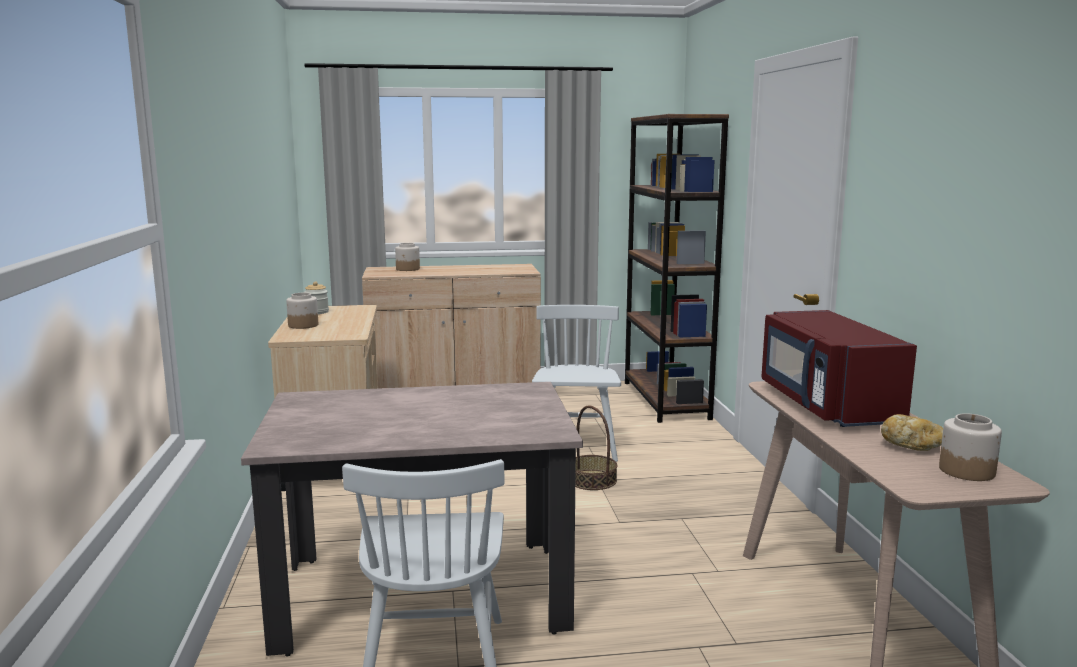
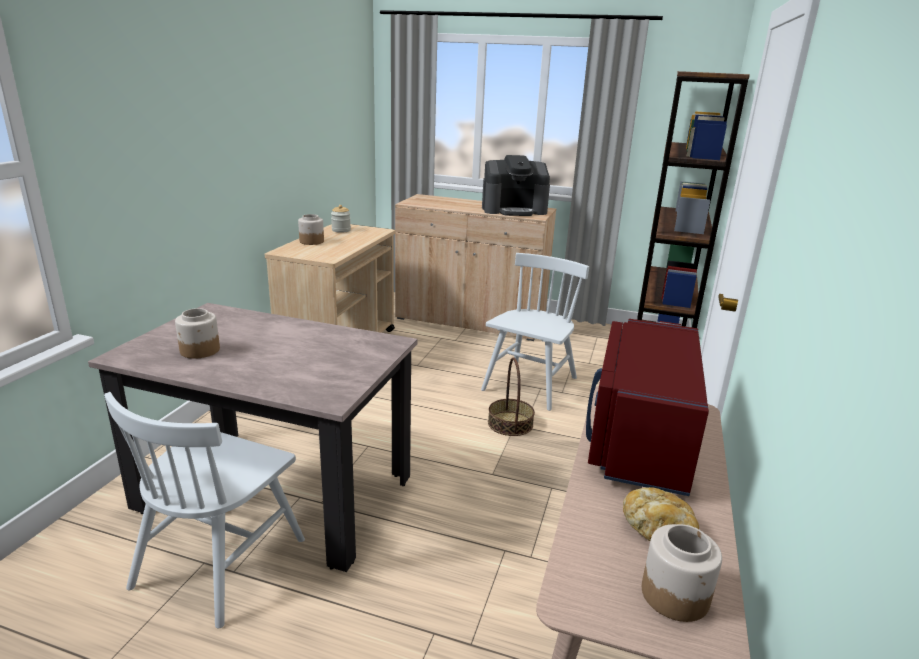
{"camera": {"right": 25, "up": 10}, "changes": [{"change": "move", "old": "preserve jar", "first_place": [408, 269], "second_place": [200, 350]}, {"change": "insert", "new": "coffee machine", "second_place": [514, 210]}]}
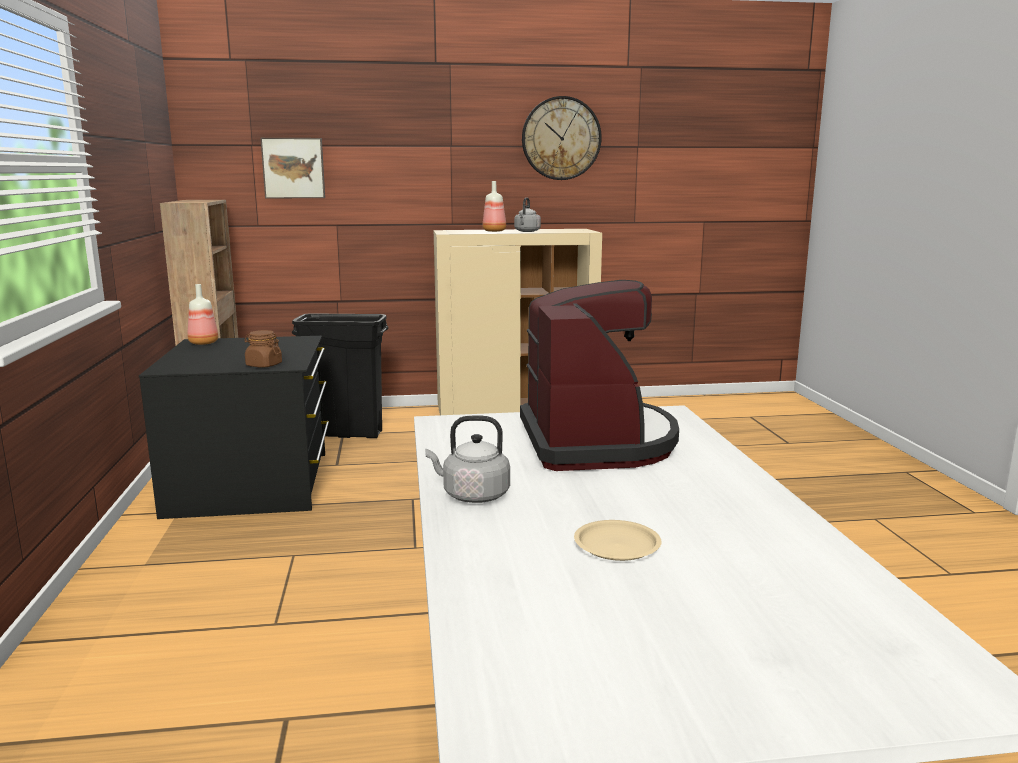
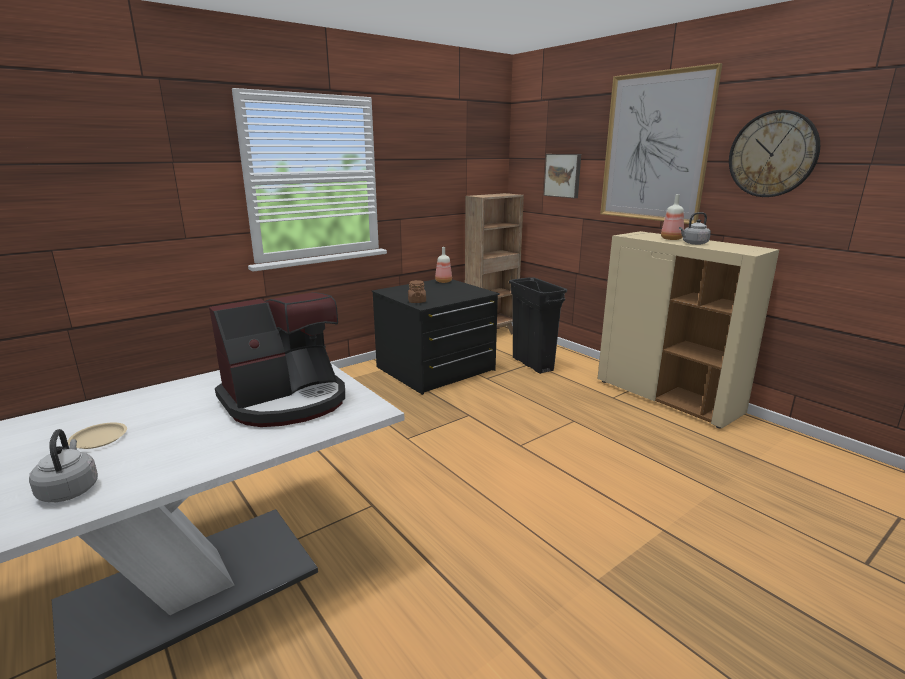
{"camera": {"right": 60, "up": 5}, "changes": [{"change": "move", "old": "grey kettle", "first_place": [472, 495], "second_place": [69, 489]}, {"change": "insert", "new": "wall picture", "second_place": [655, 148]}]}
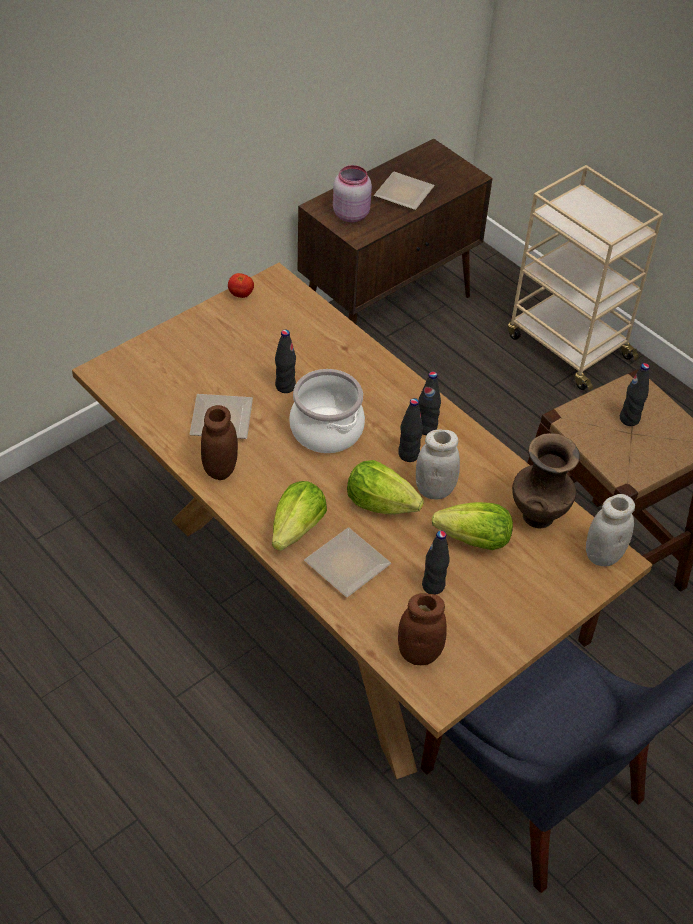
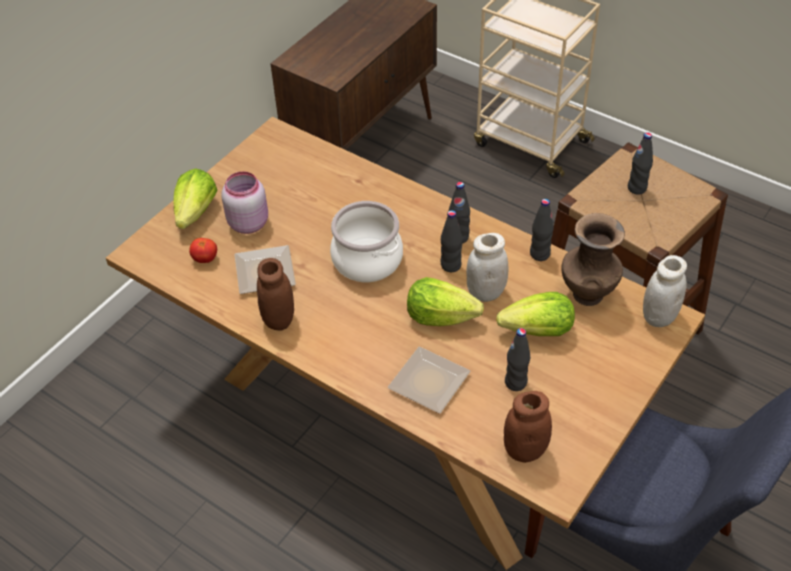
{"camera": {"right": -10, "up": 0}, "changes": [{"change": "move", "old": "pinkish preserve jar", "first_place": [351, 214], "second_place": [248, 222]}, {"change": "delete", "old": "flat dish", "first_place": [401, 194]}, {"change": "move", "old": "whole tomato", "first_place": [241, 294], "second_place": [205, 259]}, {"change": "move", "old": "blackish bottle", "first_place": [285, 386], "second_place": [539, 254]}, {"change": "move", "old": "lettuce", "first_place": [297, 529], "second_place": [196, 212]}]}
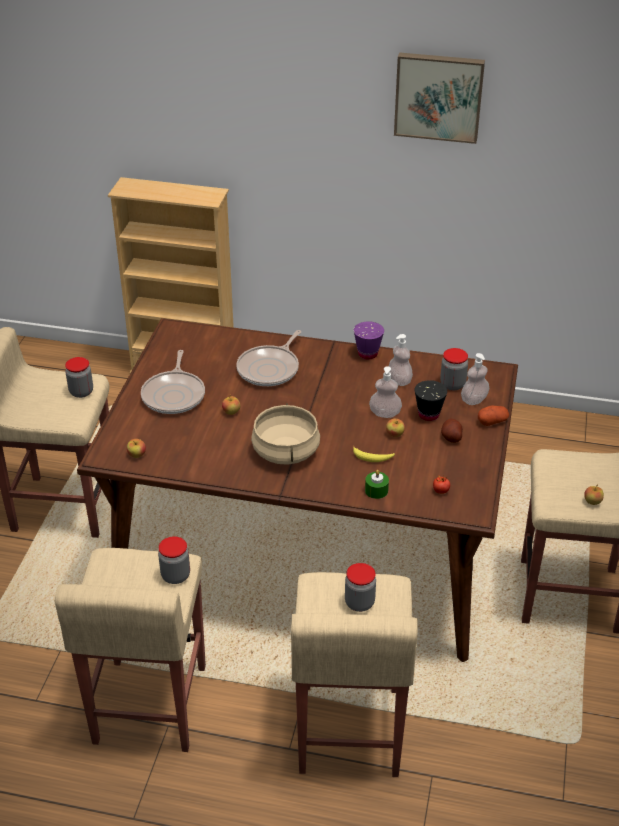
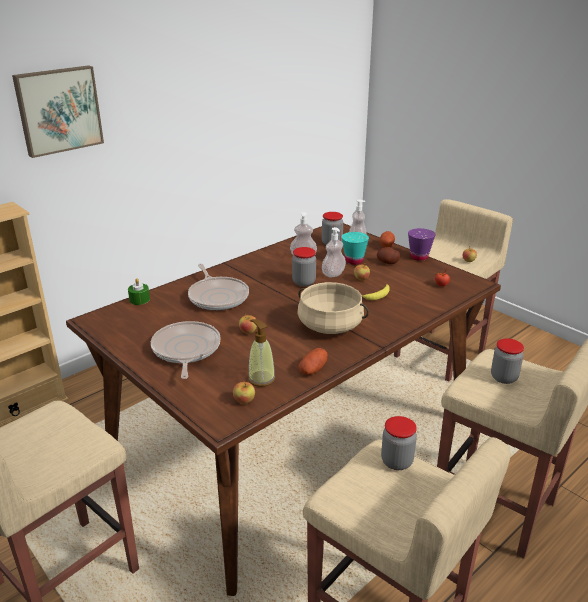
{"camera": {"right": -55, "up": -10}, "changes": [{"change": "move", "old": "wall picture", "first_place": [438, 96], "second_place": [58, 110]}, {"change": "move", "old": "purple-coloured small cup", "first_place": [367, 354], "second_place": [419, 257]}, {"change": "rotate", "old": "skillet", "first_place": [174, 395], "second_place": [186, 350], "degrees": -135}, {"change": "move", "old": "preserve jar", "first_place": [81, 392], "second_place": [304, 282]}, {"change": "recolor", "old": "blackish small cup", "new": "turquoise-coloured small cup", "first_place": [428, 414], "second_place": [354, 261]}, {"change": "move", "old": "green-coloured wax light", "first_place": [376, 490], "second_place": [139, 300]}, {"change": "insert", "new": "soap dispenser", "second_place": [261, 378]}, {"change": "insert", "new": "spud", "second_place": [313, 369]}]}
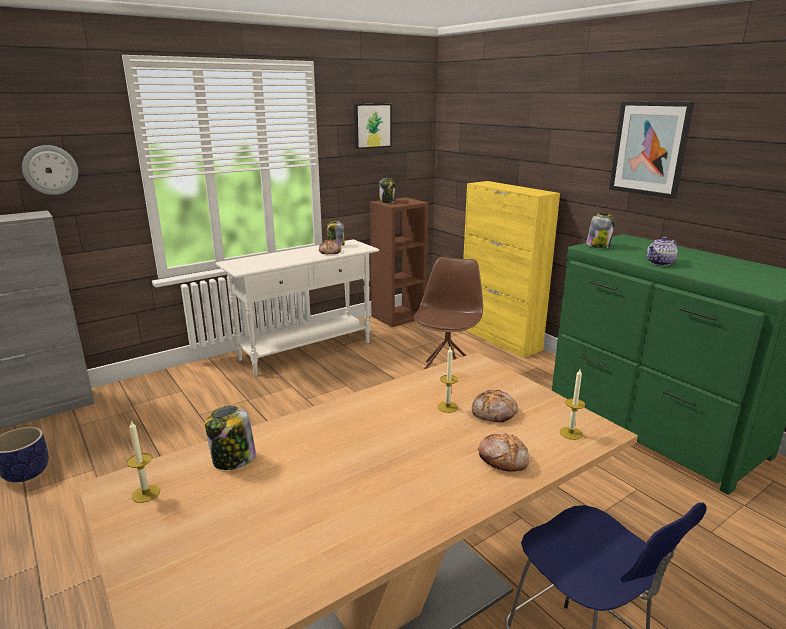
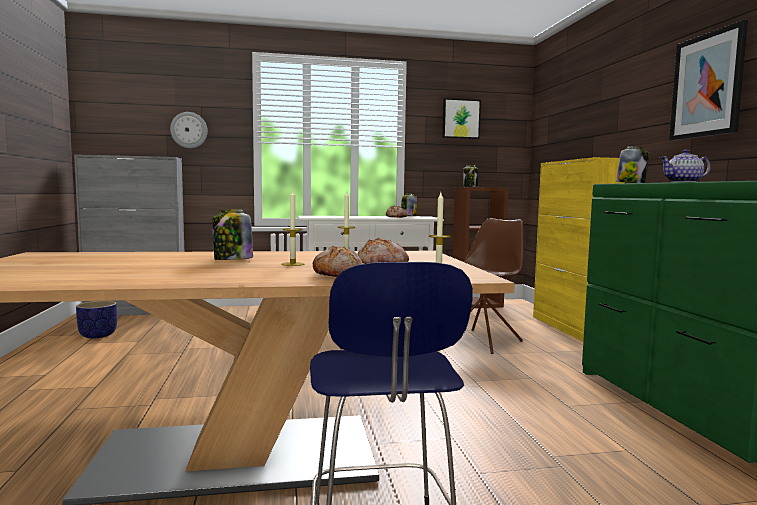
{"camera": {"right": 25, "up": -15}, "changes": [{"change": "move", "old": "preserve jar", "first_place": [233, 460], "second_place": [232, 260]}, {"change": "move", "old": "wax light", "first_place": [146, 493], "second_place": [292, 264]}]}
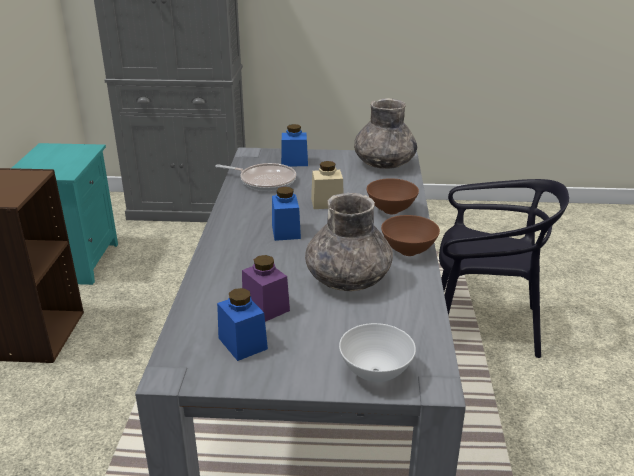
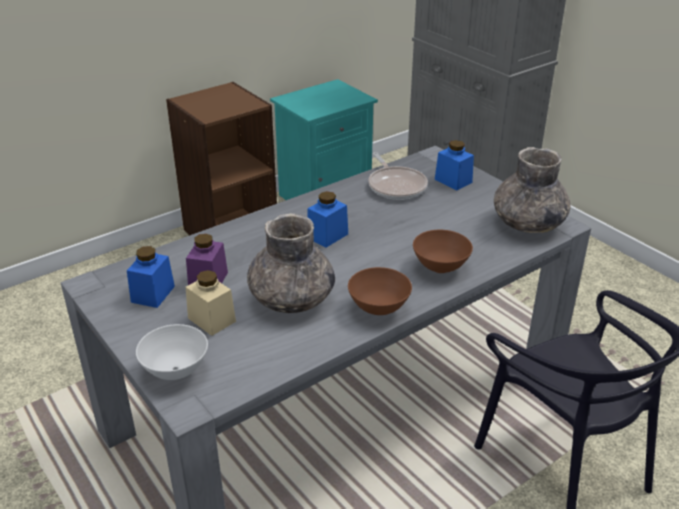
{"camera": {"right": 50, "up": 5}, "changes": [{"change": "move", "old": "beige-coloured preserve jar", "first_place": [327, 203], "second_place": [212, 320]}]}
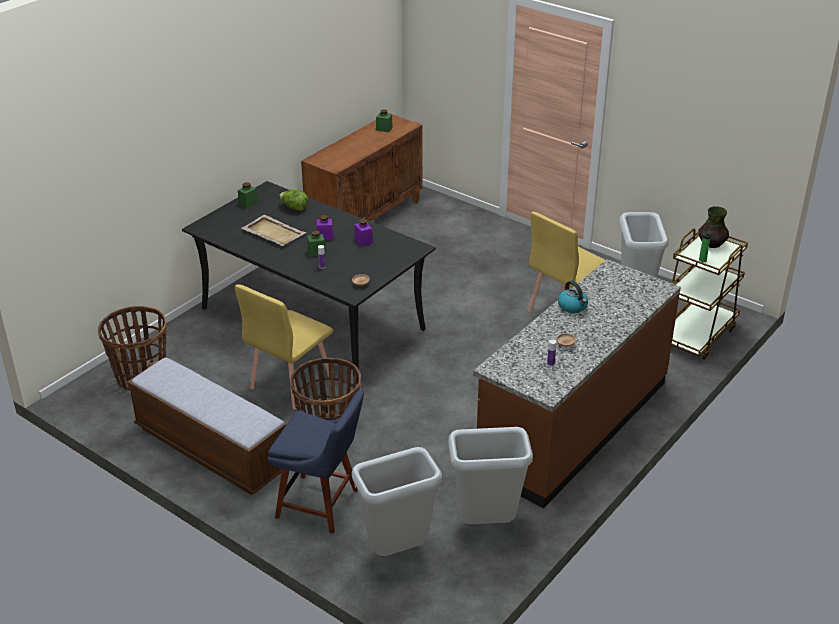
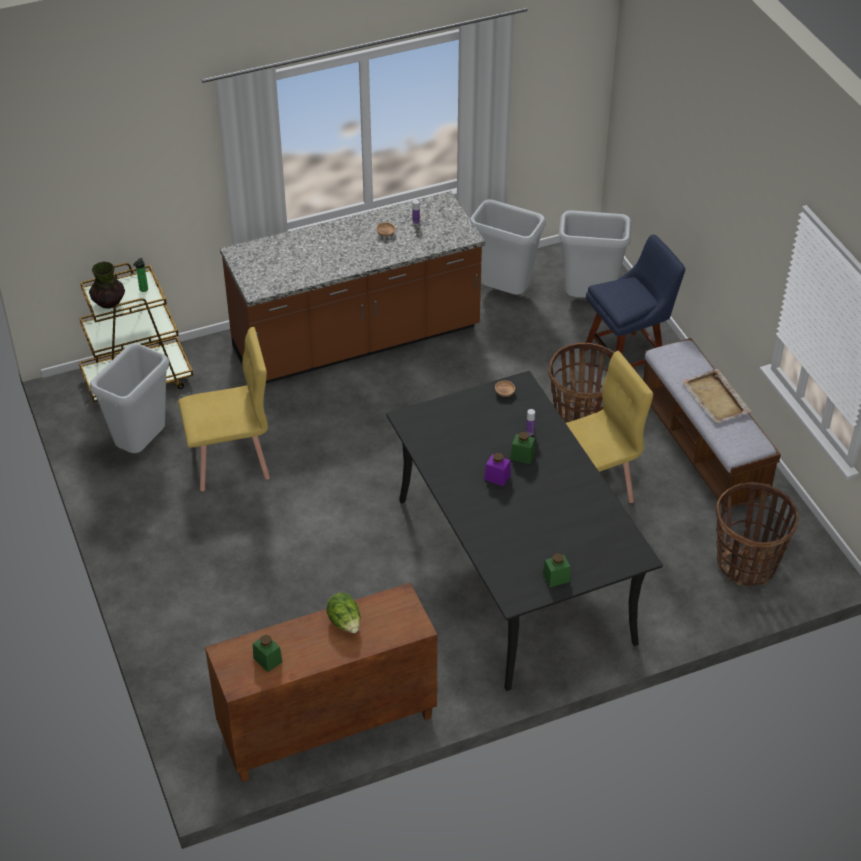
{"camera": {"right": -150, "up": 10}, "changes": [{"change": "move", "old": "lettuce", "first_place": [294, 208], "second_place": [345, 623]}, {"change": "move", "old": "beige-coloured serving tray", "first_place": [273, 232], "second_place": [716, 399]}, {"change": "delete", "old": "purple-coloured preserve jar", "first_place": [363, 241]}, {"change": "delete", "old": "kettle", "first_place": [573, 306]}, {"change": "rotate", "old": "blue-coloured upright chair", "first_place": [321, 505], "second_place": [628, 357], "degrees": 105}]}
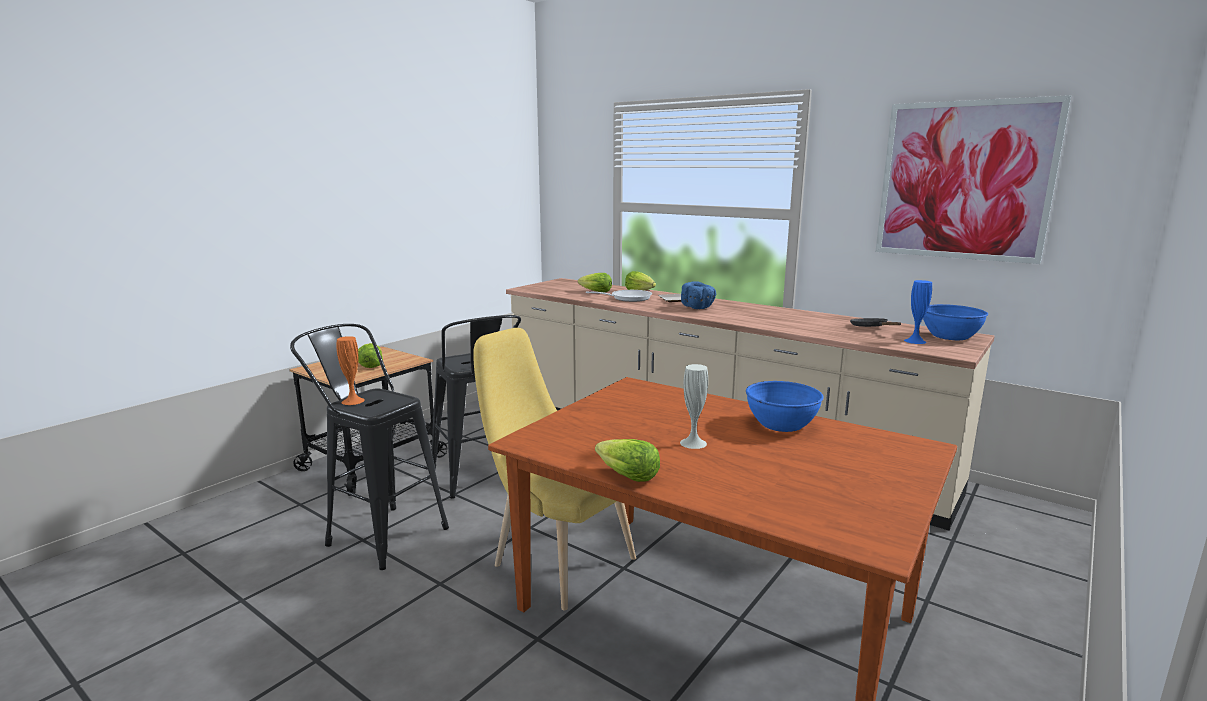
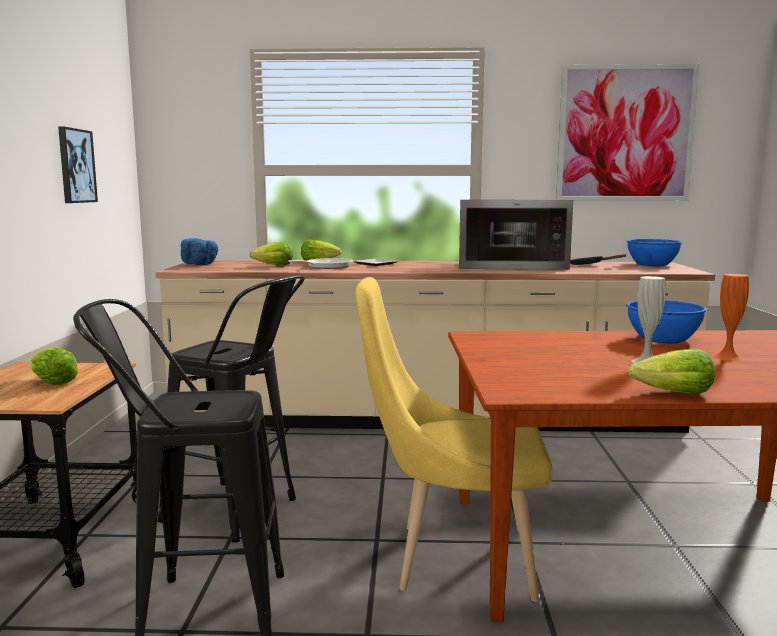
{"camera": {"right": -35, "up": -5}, "changes": [{"change": "delete", "old": "blue-coloured decorative vase", "first_place": [915, 341]}, {"change": "move", "old": "blue-coloured serving bowl", "first_place": [698, 307], "second_place": [200, 264]}, {"change": "move", "old": "orange-coloured decorative vase", "first_place": [353, 401], "second_place": [728, 357]}, {"change": "insert", "new": "wall picture", "second_place": [76, 166]}, {"change": "insert", "new": "microwave oven", "second_place": [511, 266]}]}
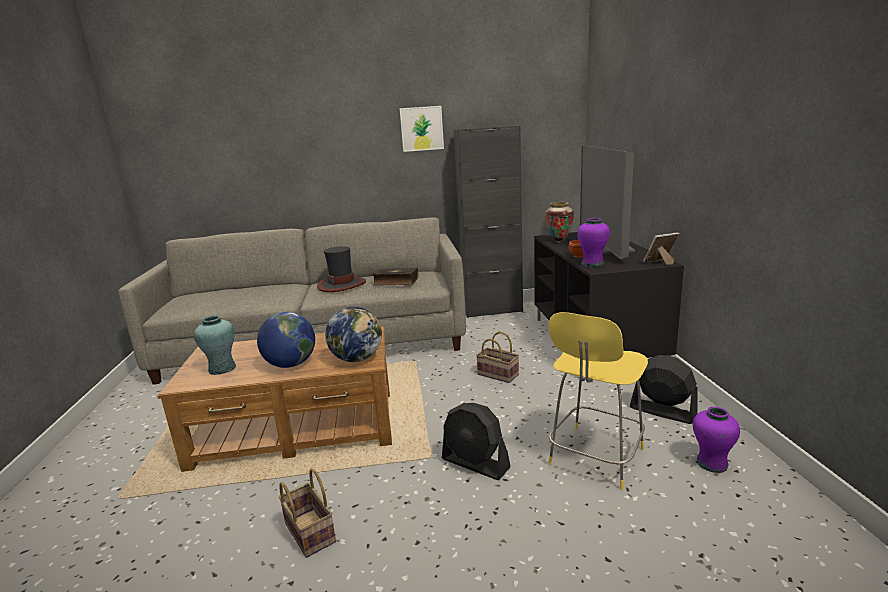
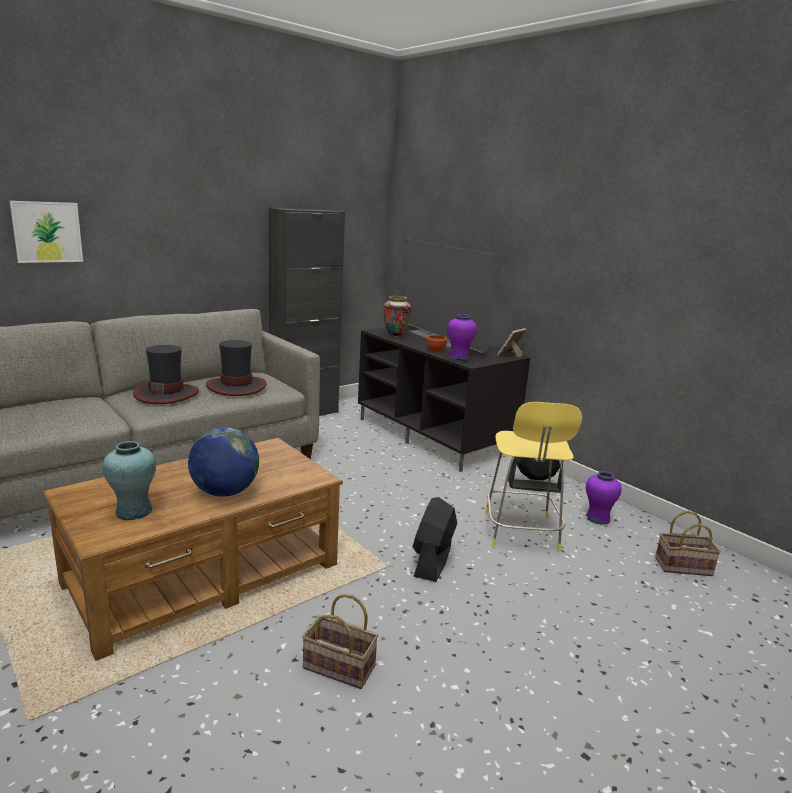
{"camera": {"right": -35, "up": 0}, "changes": [{"change": "move", "old": "wall picture", "first_place": [422, 128], "second_place": [47, 232]}, {"change": "replace", "old": "book", "new": "clothing hat", "first_place": [395, 282], "second_place": [236, 386]}, {"change": "delete", "old": "desk globe", "first_place": [357, 359]}, {"change": "move", "old": "household basket", "first_place": [499, 374], "second_place": [684, 566]}, {"change": "rotate", "old": "blackish fan", "first_place": [475, 463], "second_place": [432, 561], "degrees": 105}]}
